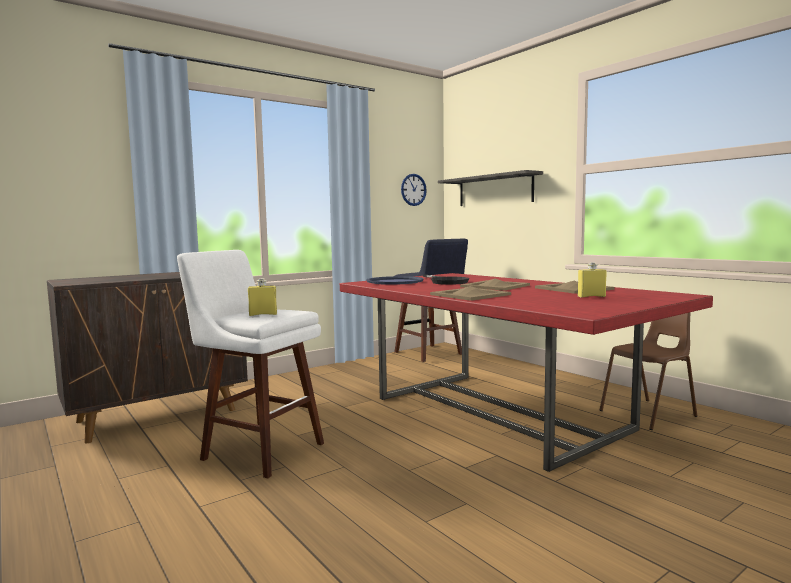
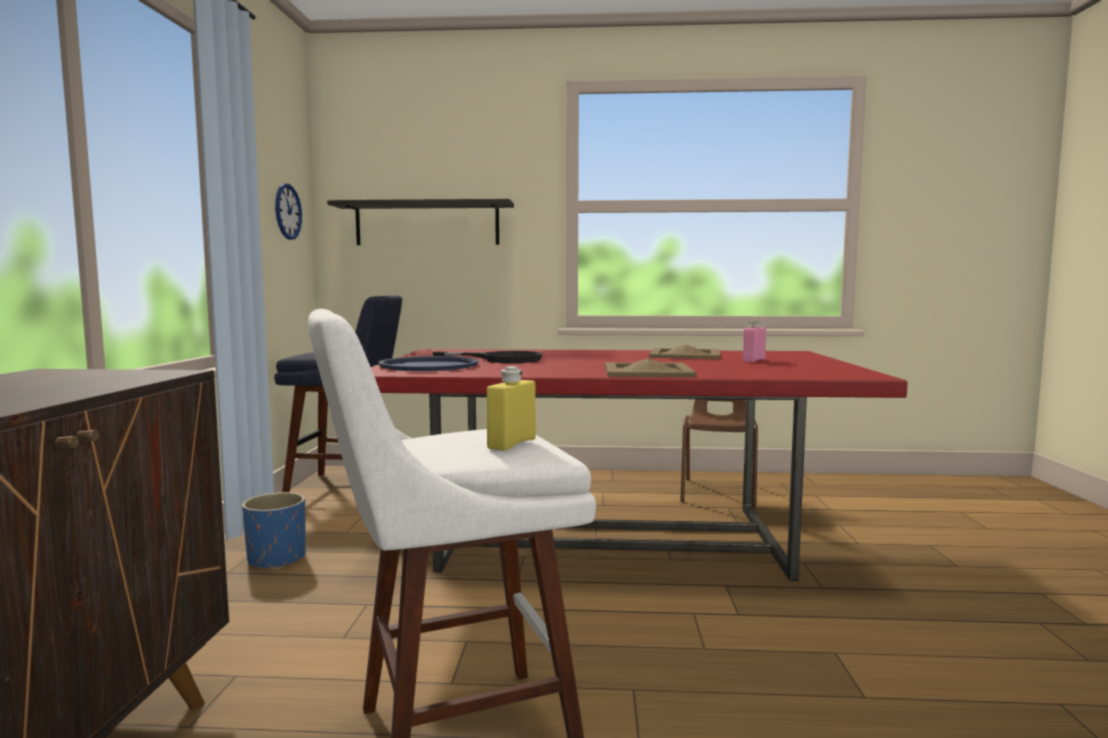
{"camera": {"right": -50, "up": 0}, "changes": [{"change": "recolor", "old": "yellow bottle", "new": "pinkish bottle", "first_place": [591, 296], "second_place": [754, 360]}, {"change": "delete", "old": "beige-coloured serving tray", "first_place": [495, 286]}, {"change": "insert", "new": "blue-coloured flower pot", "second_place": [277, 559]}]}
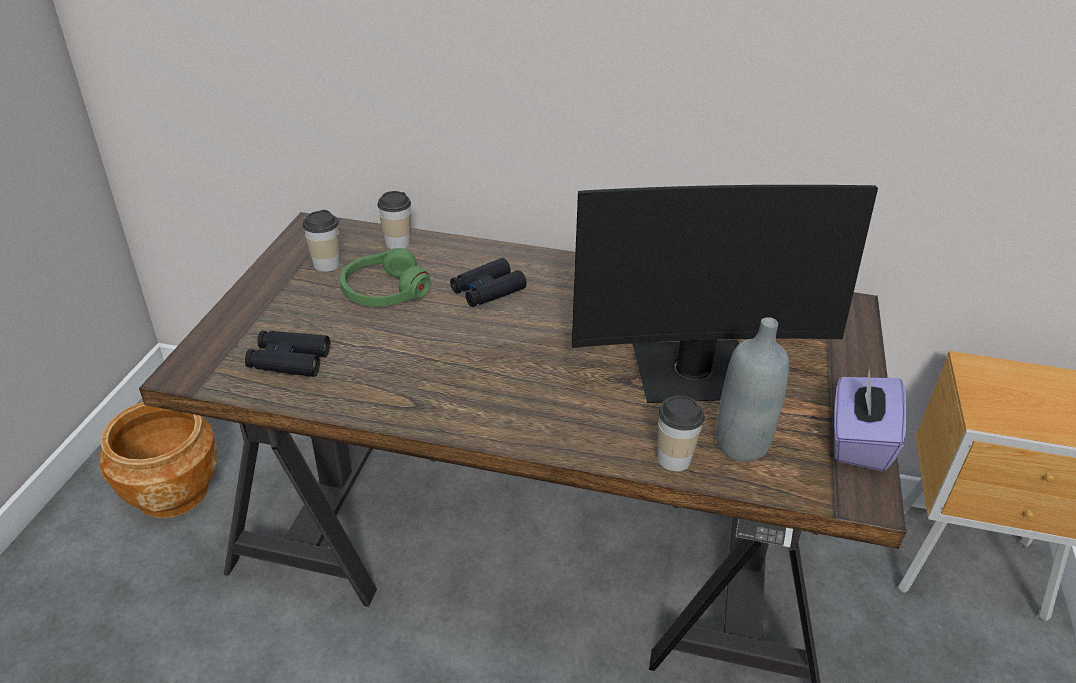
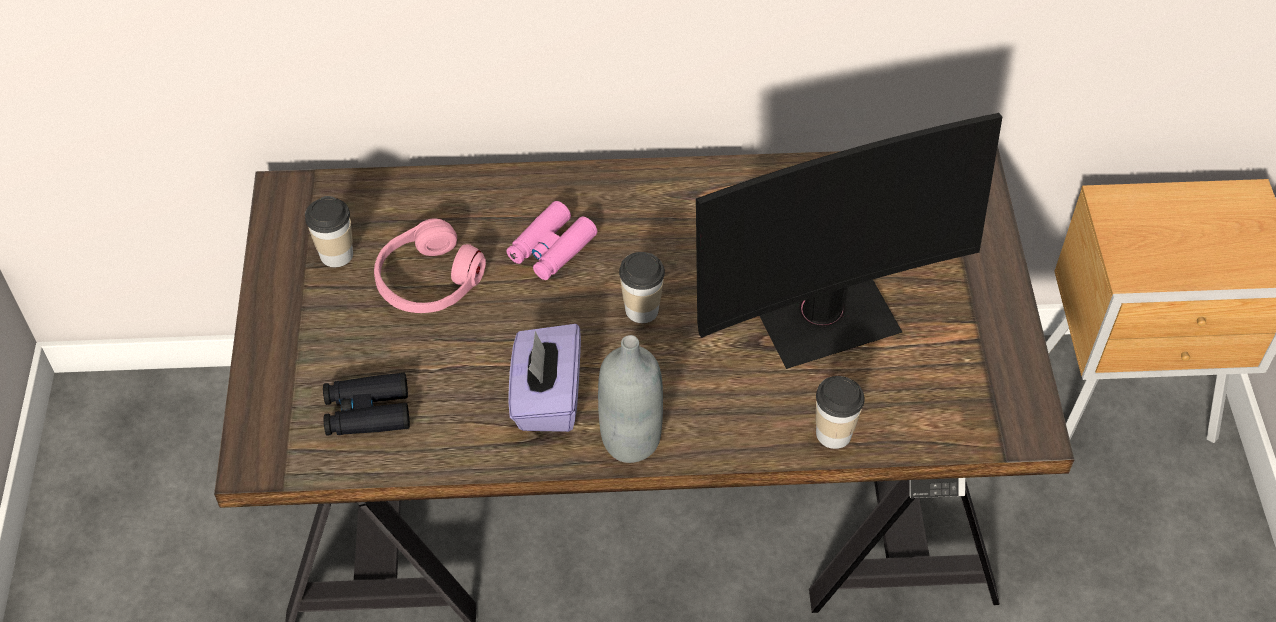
{"camera": {"right": -15, "up": 15}, "changes": [{"change": "move", "old": "small cup", "first_place": [397, 243], "second_place": [641, 310]}, {"change": "recolor", "old": "green-coloured pair of headphones", "new": "pinkish pair of headphones", "first_place": [384, 291], "second_place": [428, 280]}, {"change": "recolor", "old": "blackish pair of binoculars", "new": "pinkish pair of binoculars", "first_place": [487, 290], "second_place": [551, 248]}, {"change": "move", "old": "grey bottle", "first_place": [741, 444], "second_place": [630, 440]}, {"change": "move", "old": "purple-coloured box of tissues", "first_place": [858, 441], "second_place": [546, 398]}, {"change": "delete", "old": "brown flower pot", "first_place": [172, 491]}]}
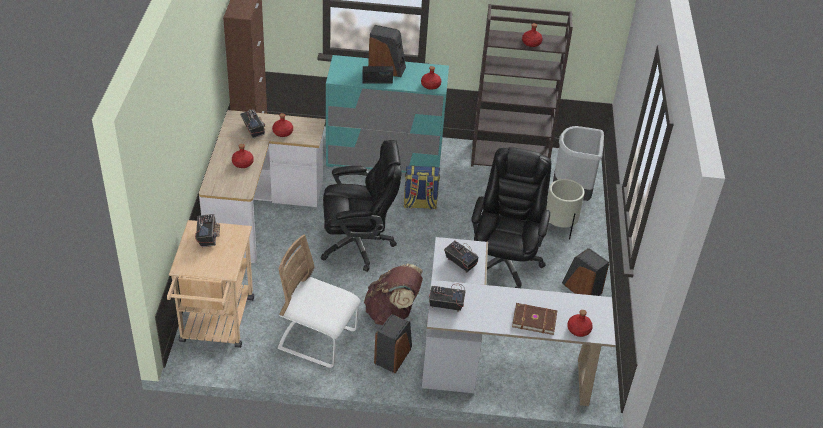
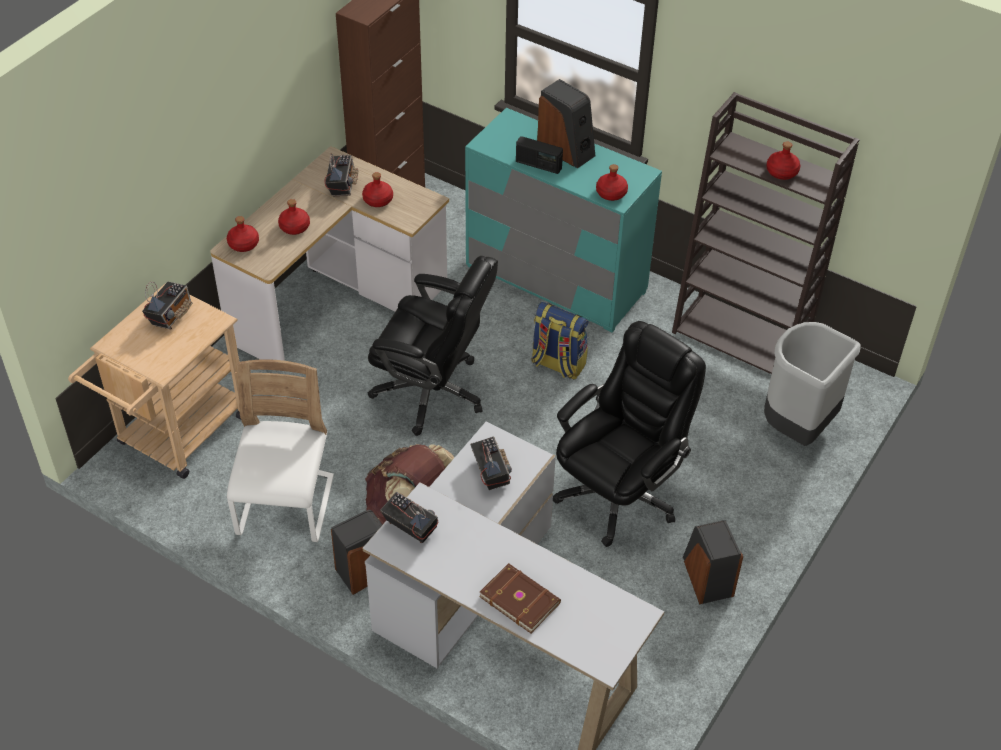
{"camera": {"right": 30, "up": 5}, "changes": [{"change": "delete", "old": "beige-coloured flower pot", "first_place": [559, 228]}, {"change": "rotate", "old": "white-coloured upright chair", "first_place": [318, 340], "second_place": [286, 507], "degrees": 45}, {"change": "move", "old": "reddish bottle", "first_place": [579, 330], "second_place": [243, 244]}]}
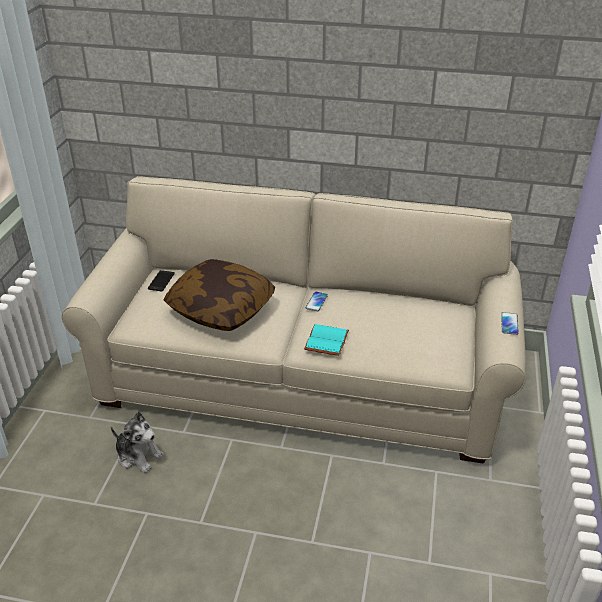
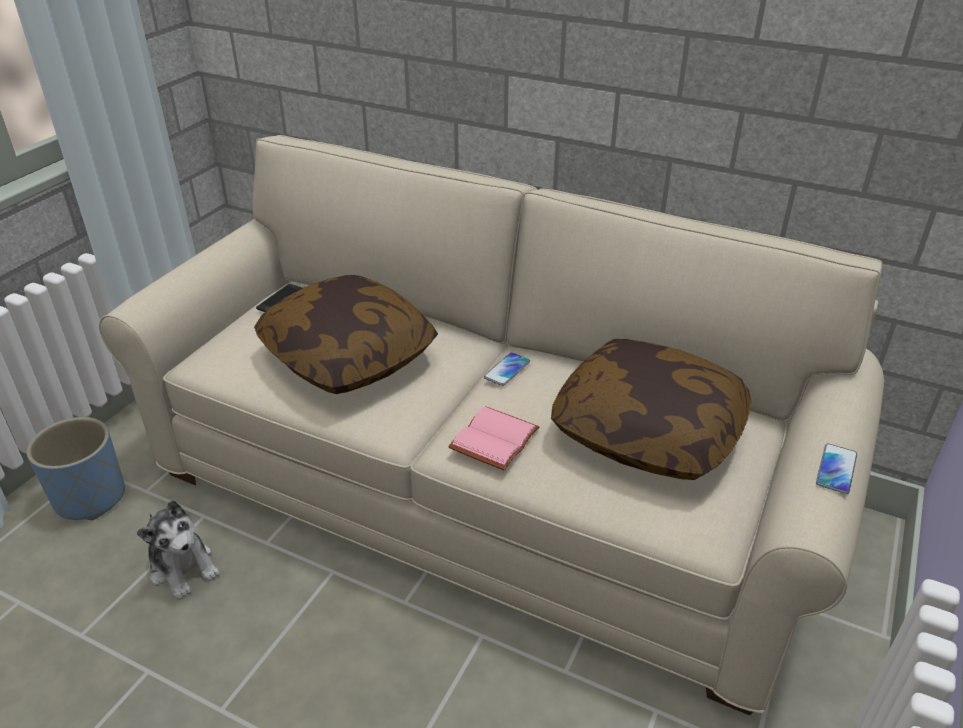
{"camera": {"right": 15, "up": 0}, "changes": [{"change": "recolor", "old": "turquoise-coloured book", "new": "pinkish book", "first_place": [325, 340], "second_place": [493, 438]}, {"change": "insert", "new": "throw pillow", "second_place": [648, 431]}, {"change": "insert", "new": "blue-coloured flower pot", "second_place": [90, 497]}]}
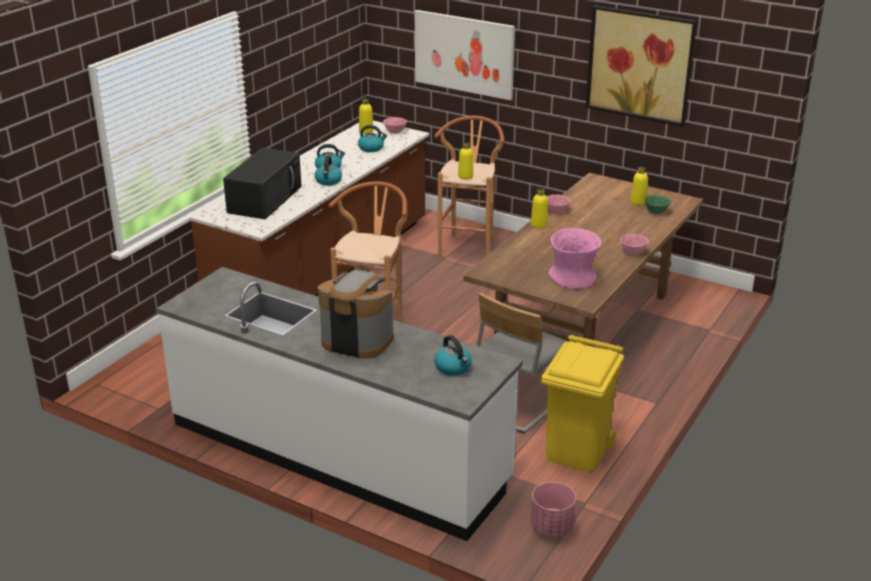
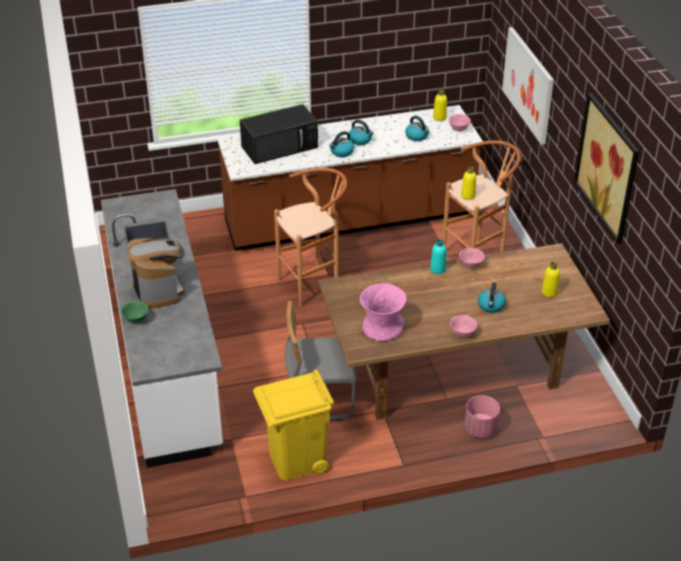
{"camera": {"right": 45, "up": 10}, "changes": [{"change": "recolor", "old": "yellow bottle", "new": "turquoise-coloured bottle", "first_place": [539, 225], "second_place": [438, 269]}, {"change": "move", "old": "green-coloured serving bowl", "first_place": [656, 212], "second_place": [136, 320]}, {"change": "move", "old": "kettle", "first_place": [453, 368], "second_place": [491, 306]}, {"change": "move", "old": "pinkish flower pot", "first_place": [551, 528], "second_place": [480, 429]}]}
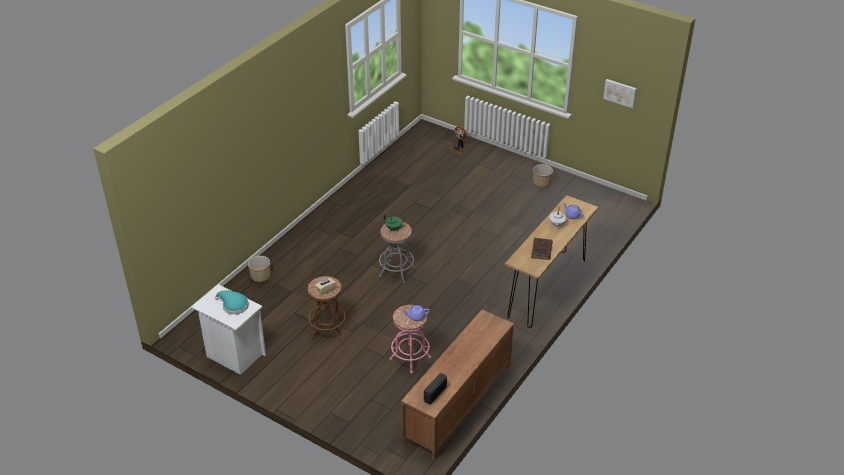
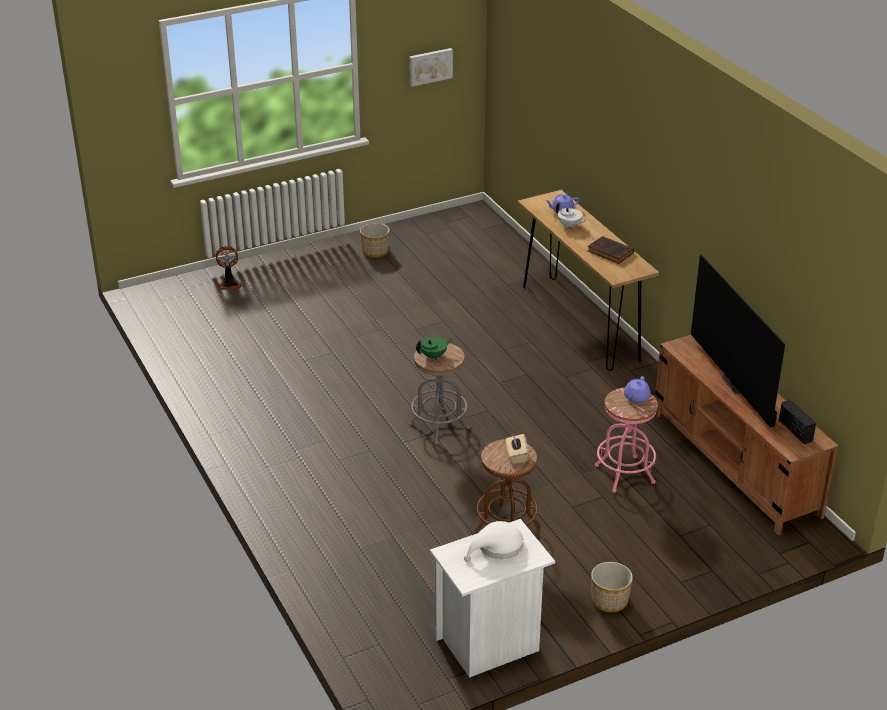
{"camera": {"right": -60, "up": -5}, "changes": [{"change": "move", "old": "flower pot", "first_place": [260, 276], "second_place": [609, 601]}, {"change": "recolor", "old": "turquoise-coloured clothing hat", "new": "white-coloured clothing hat", "first_place": [233, 305], "second_place": [497, 547]}, {"change": "insert", "new": "TV set", "second_place": [737, 384]}]}
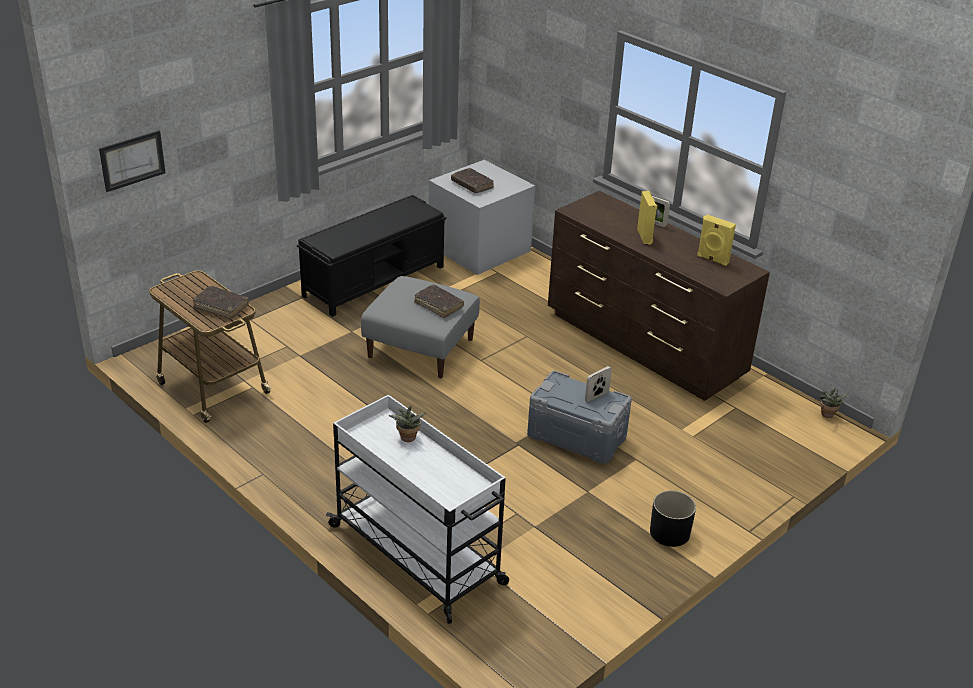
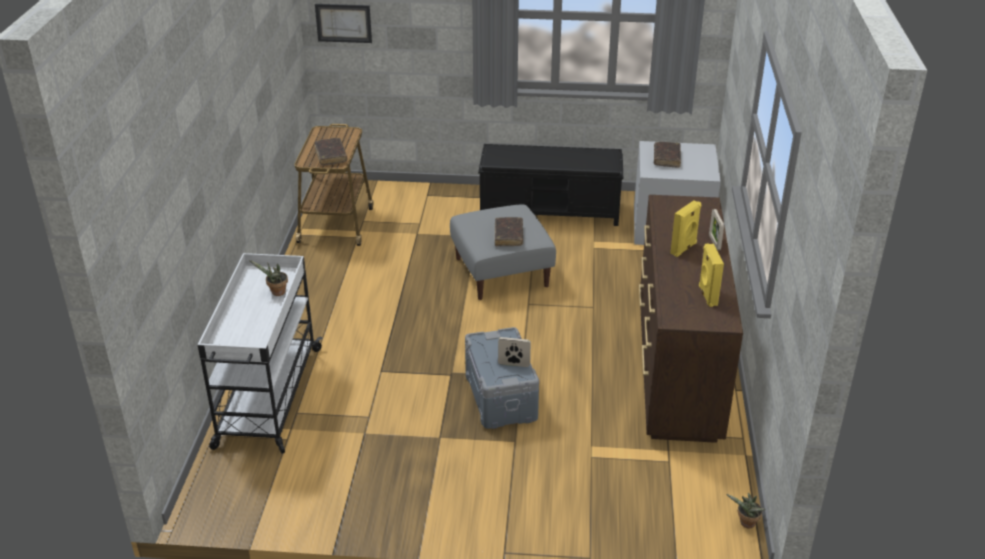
{"camera": {"right": 50, "up": 0}, "changes": [{"change": "delete", "old": "blackish flower pot", "first_place": [669, 533]}]}
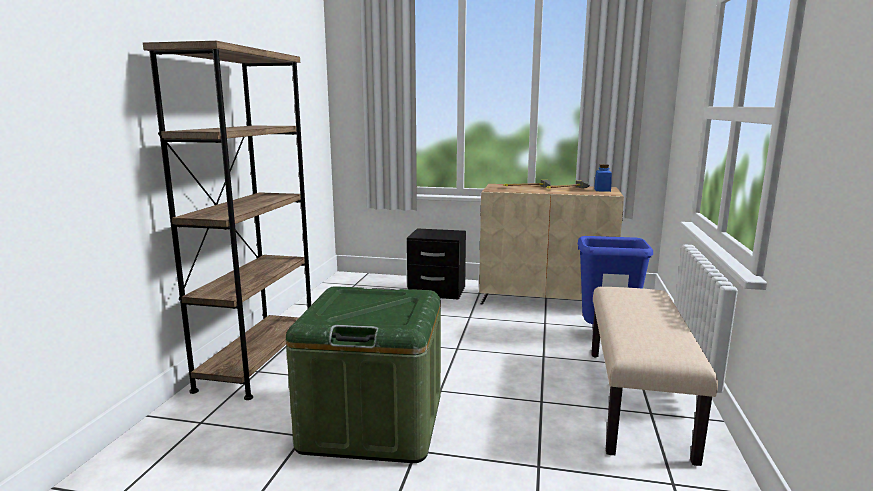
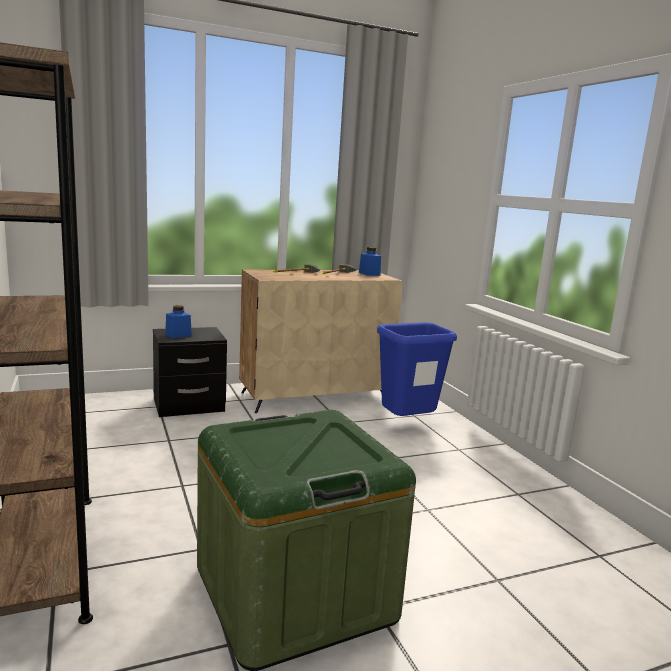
{"camera": {"right": -35, "up": 0}, "changes": [{"change": "delete", "old": "beige-coloured bench", "first_place": [637, 401]}, {"change": "insert", "new": "blue-coloured preserve jar", "second_place": [178, 335]}]}
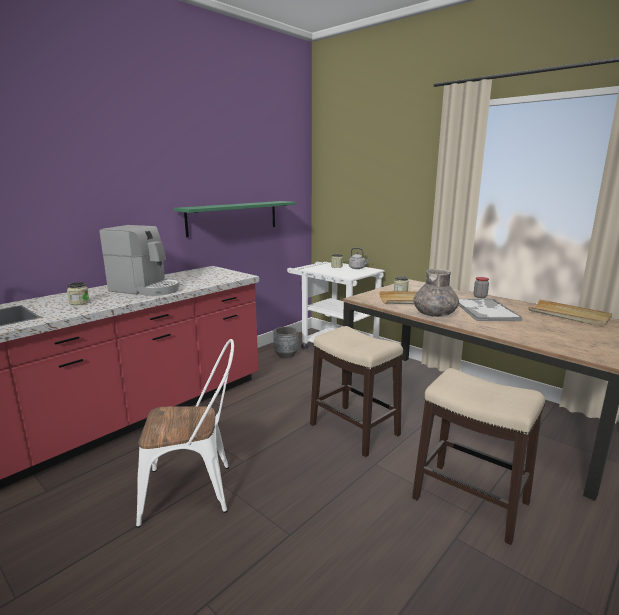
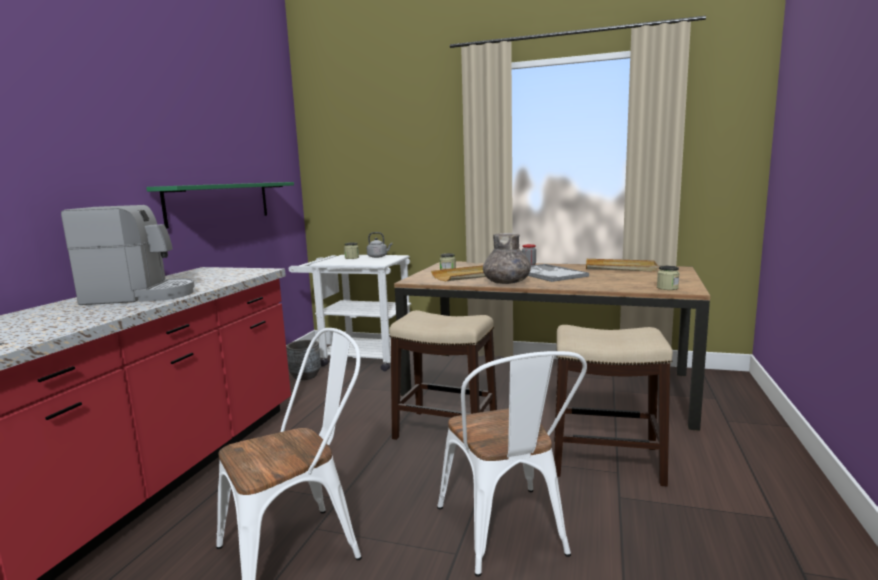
{"camera": {"right": -25, "up": -5}, "changes": [{"change": "move", "old": "preserve jar", "first_place": [79, 302], "second_place": [667, 288]}, {"change": "insert", "new": "white-coloured upright chair", "second_place": [507, 536]}]}
